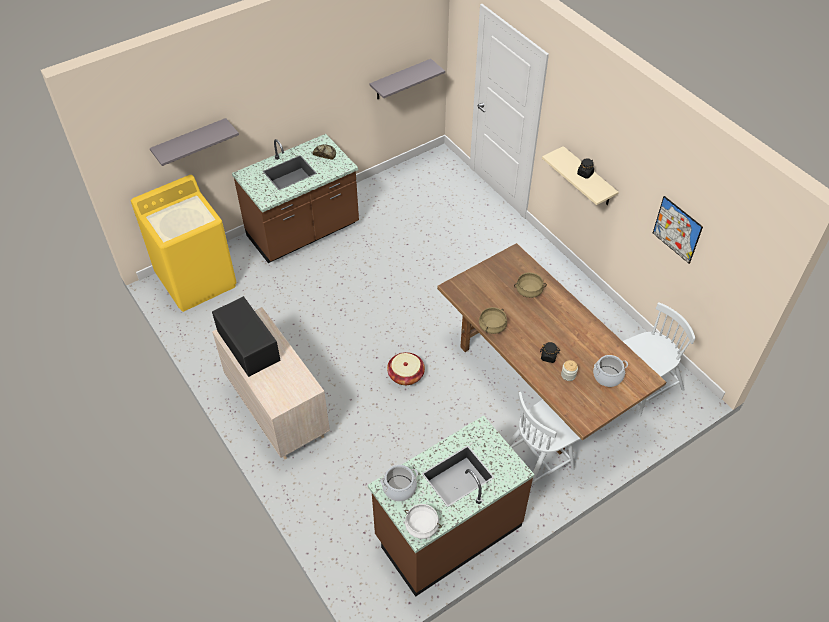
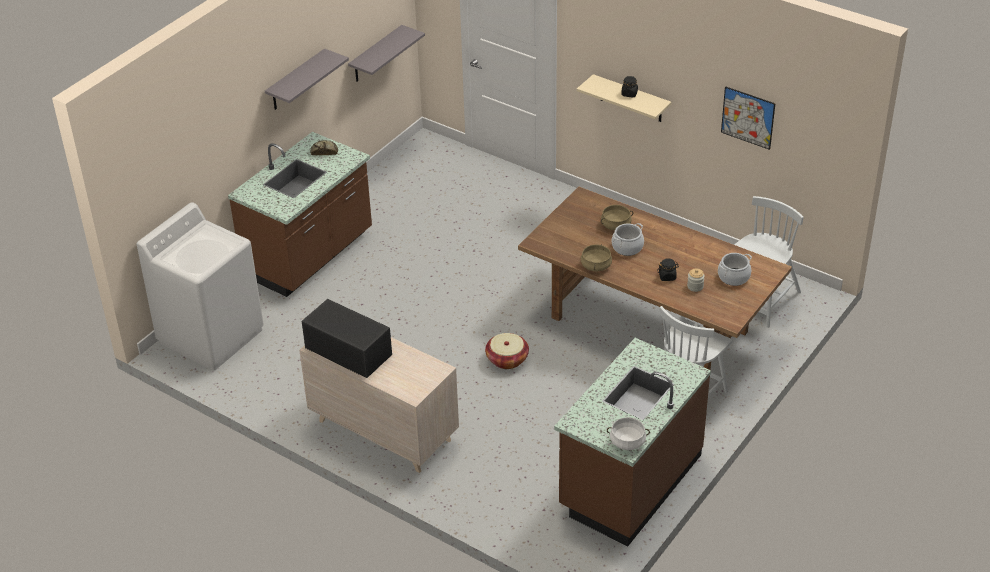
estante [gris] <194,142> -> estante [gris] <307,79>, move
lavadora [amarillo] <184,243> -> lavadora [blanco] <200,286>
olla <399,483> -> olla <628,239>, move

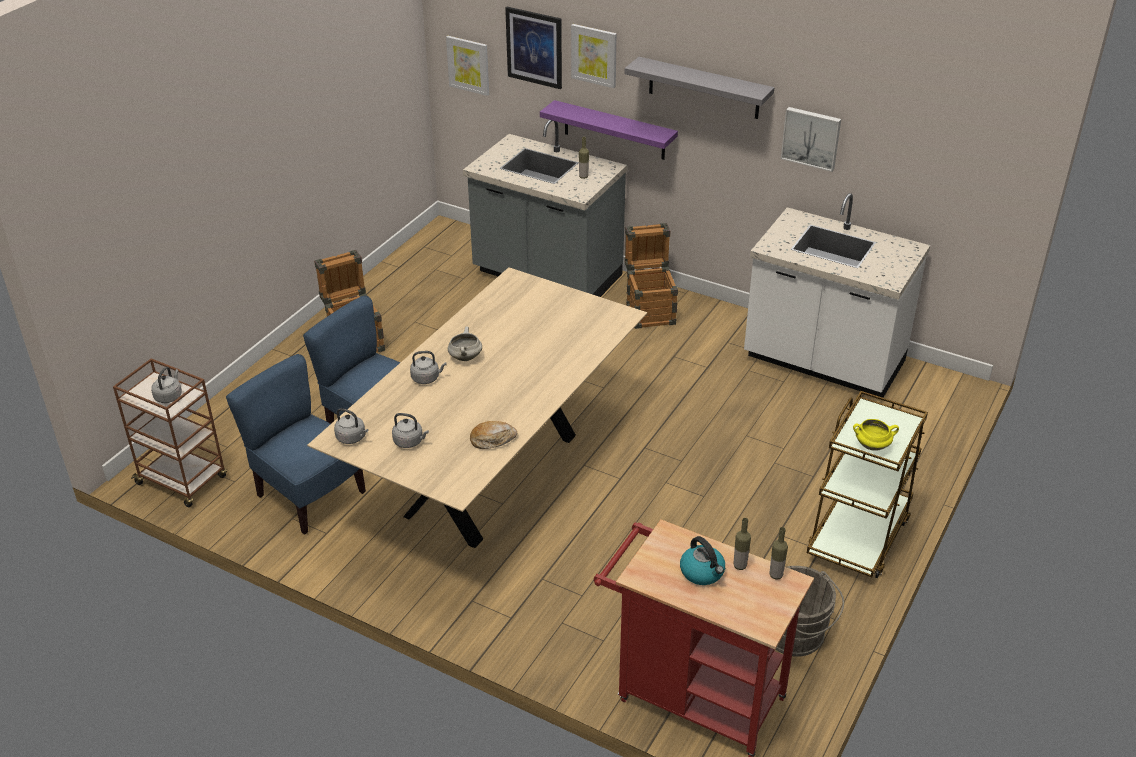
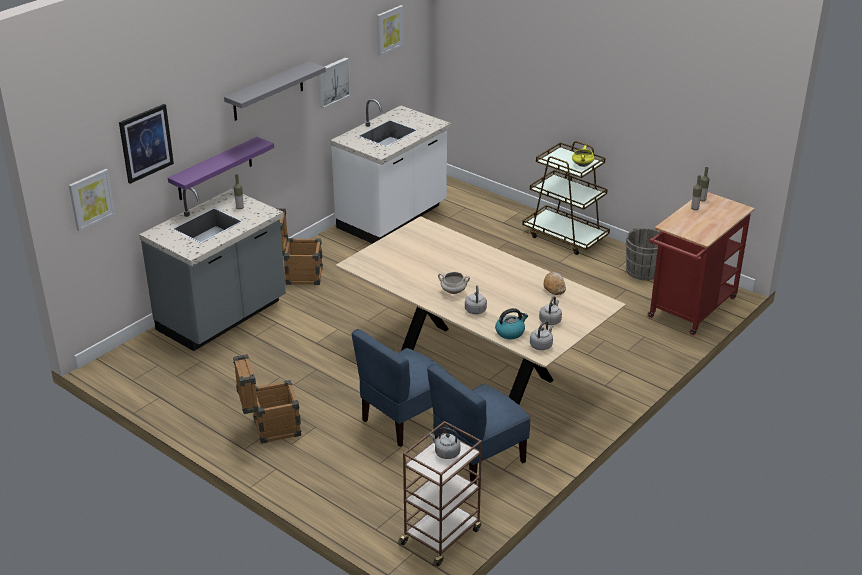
cuadro <594,56> -> cuadro <390,30>, move
hervidor <702,560> -> hervidor <511,323>, move

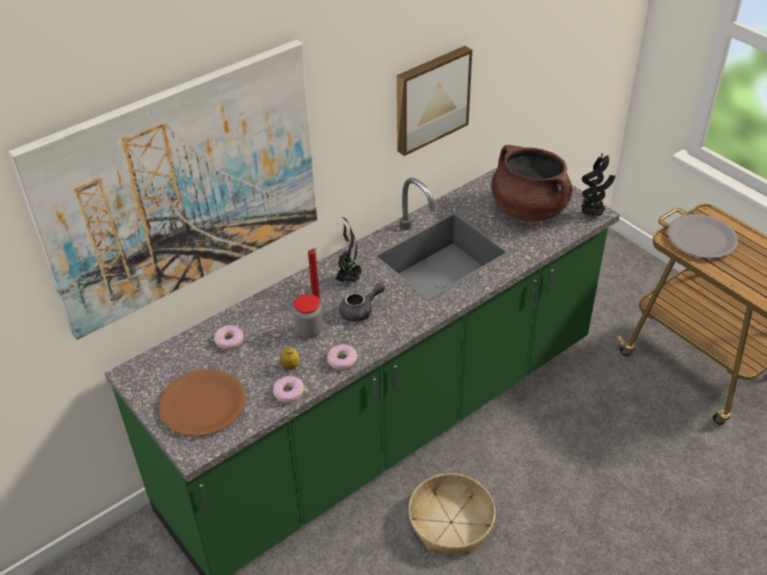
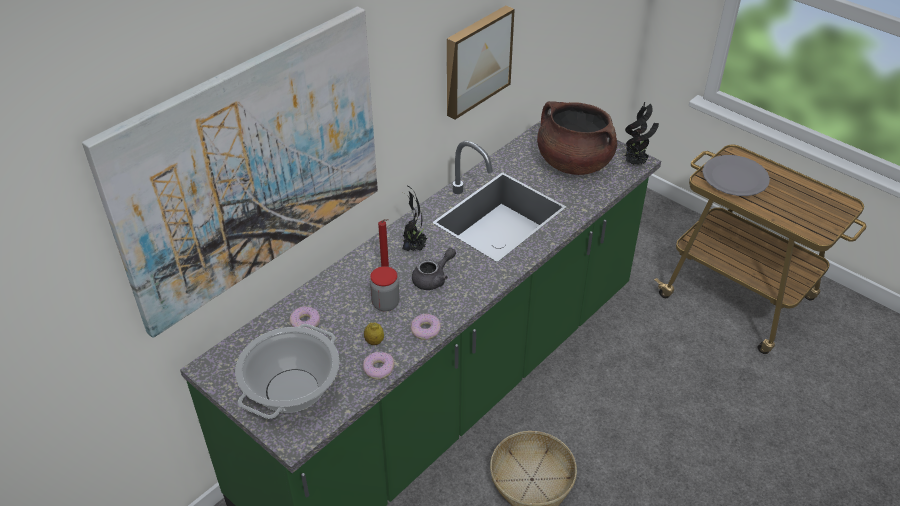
plato [marrón] <202,403> -> olla <287,371>

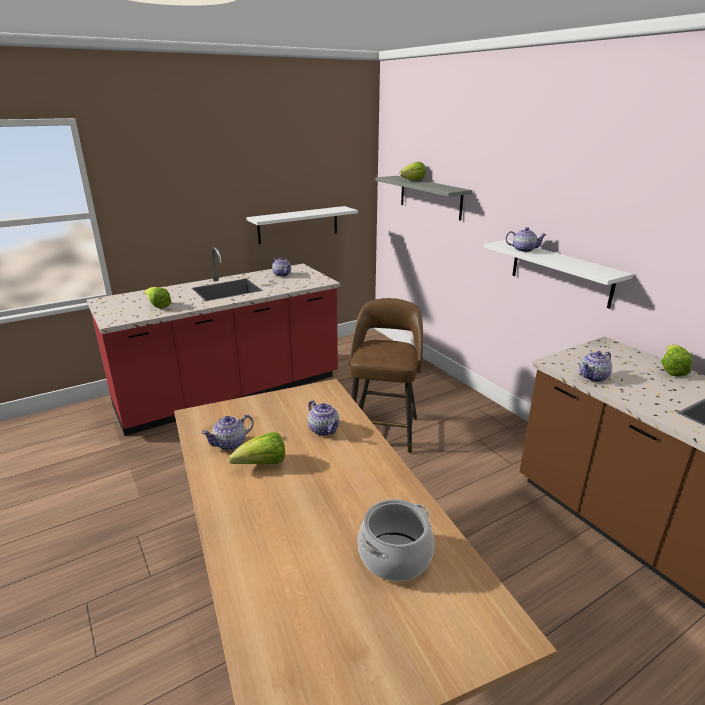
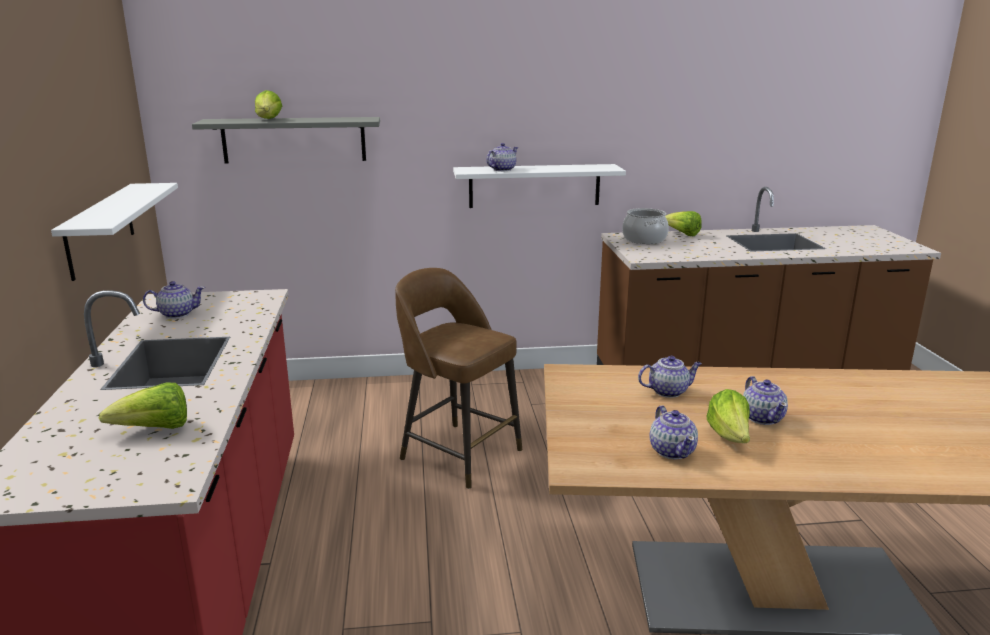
tetera <595,366> -> tetera <765,400>, move
olla <396,540> -> olla <645,226>, move

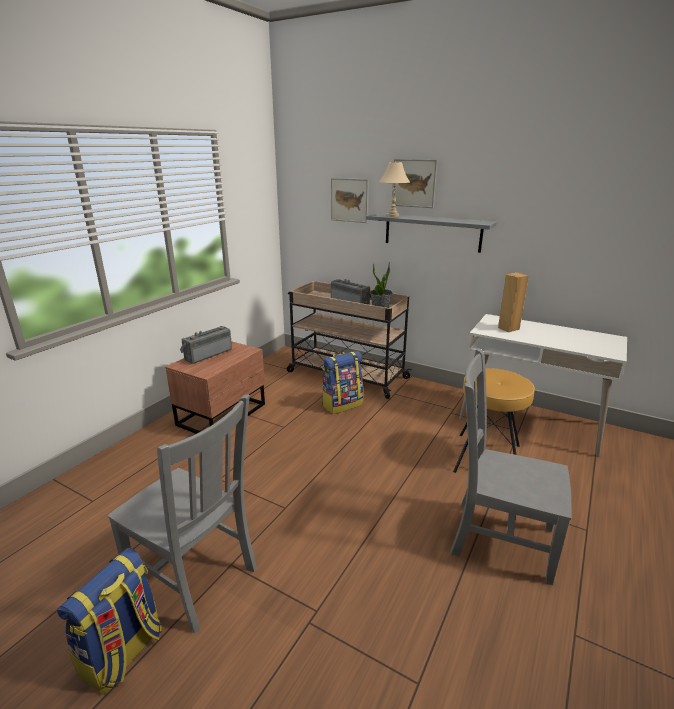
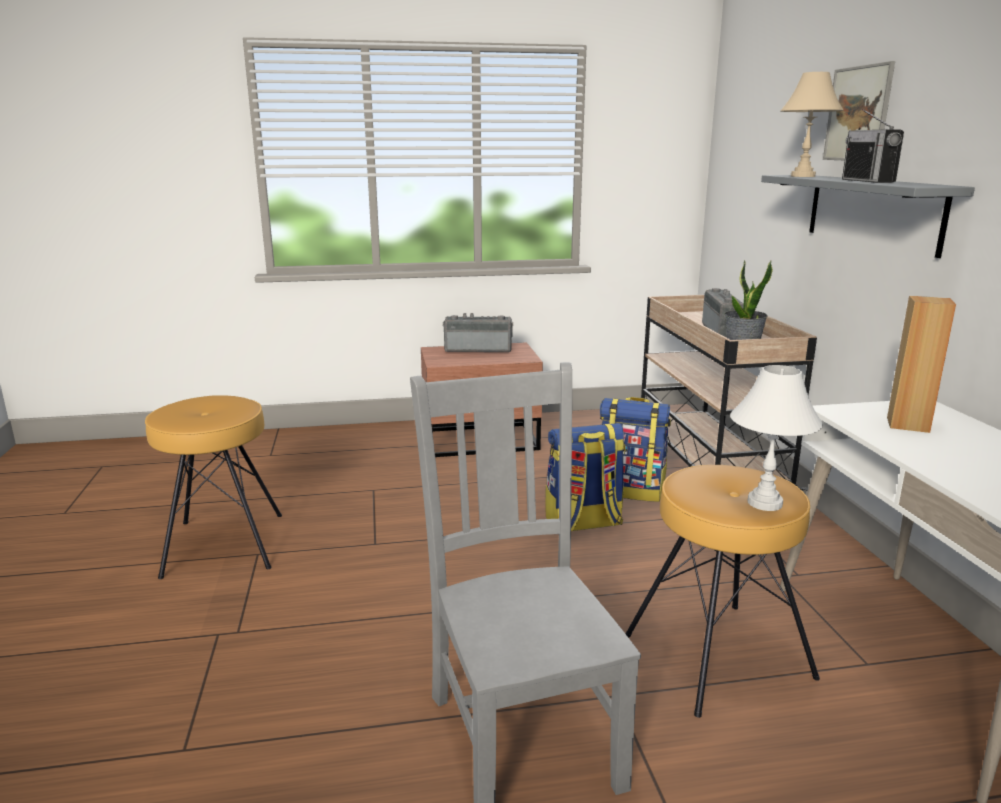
cuadro <350,200> -> none
silla [gris] <182,514> -> taburete [marrón] <213,487>
mochila <109,621> -> mochila <585,477>, move
none -> radio <873,146>
none -> lámpara de mesa [blanco] <776,438>

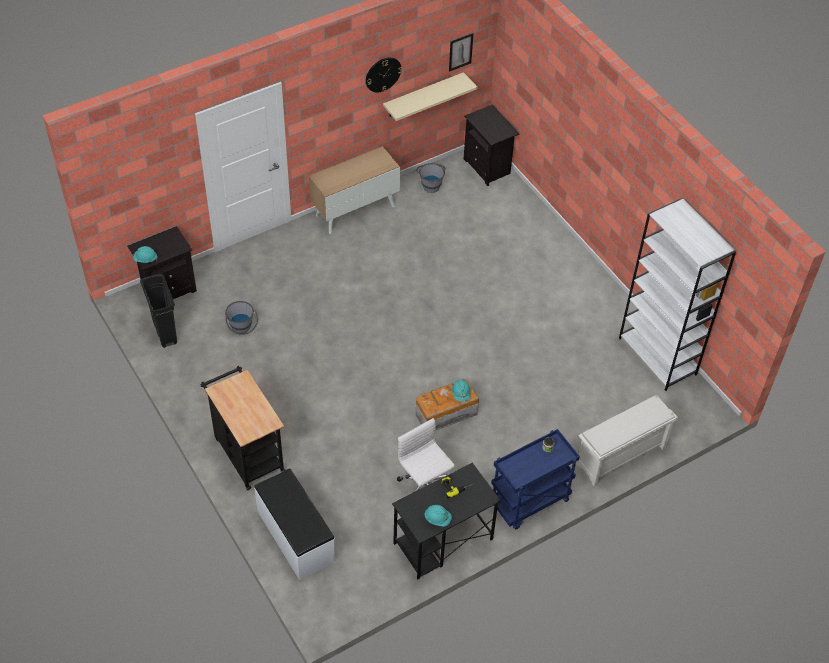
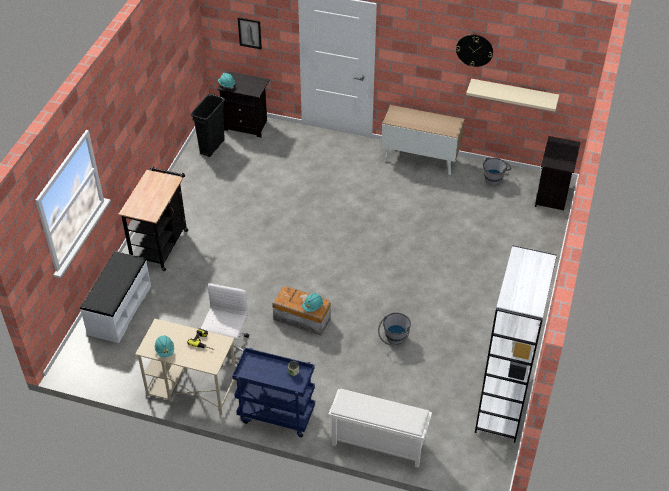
cuadro <461,52> -> cuadro <250,33>, move
cubo [gris] <241,318> -> cubo [gris] <394,329>, move
escritorio [negro] <446,521> -> escritorio [beis] <186,367>

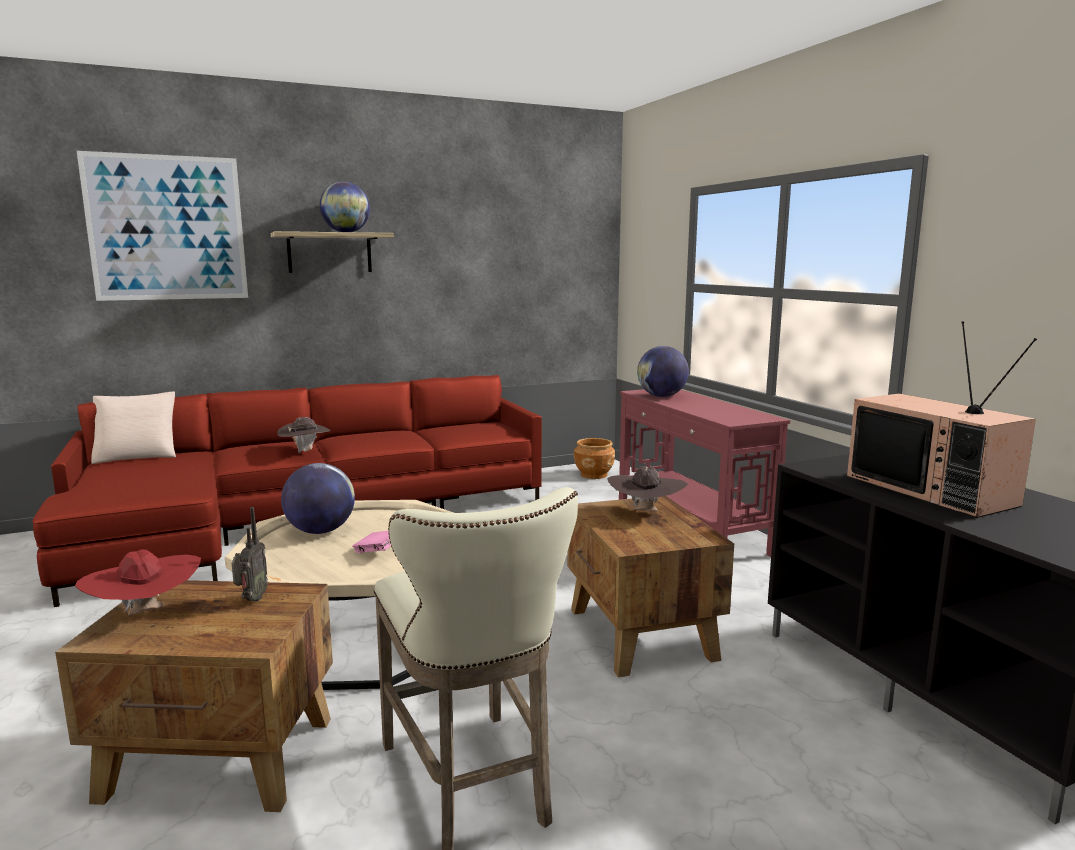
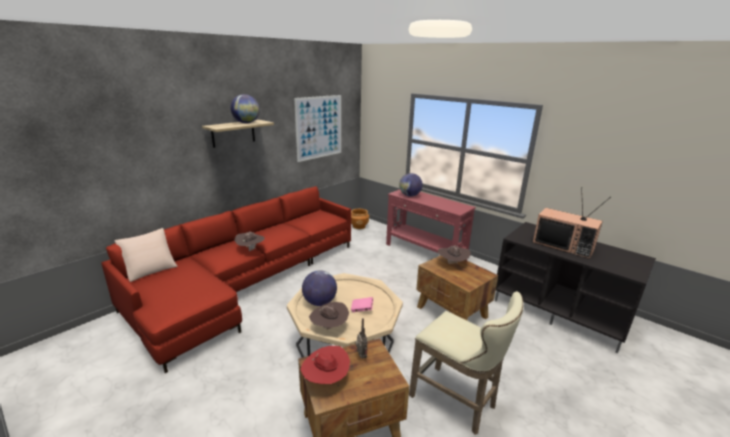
cuadro <162,226> -> cuadro <317,128>, move
none -> sombrero [marrón] <329,316>

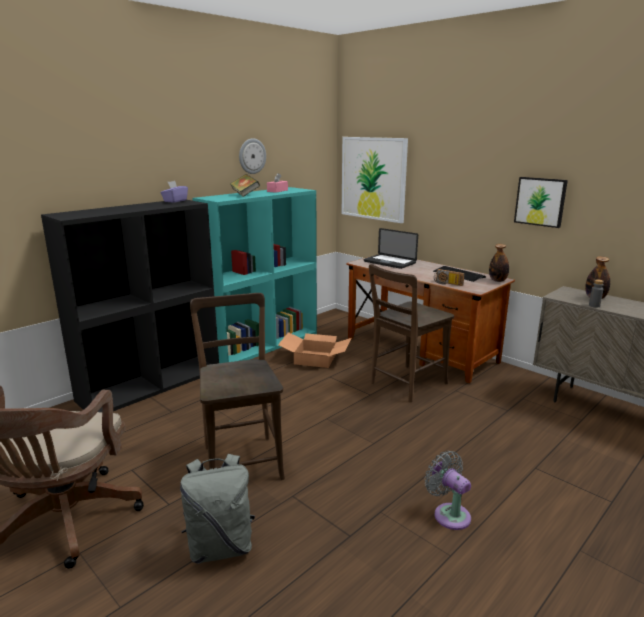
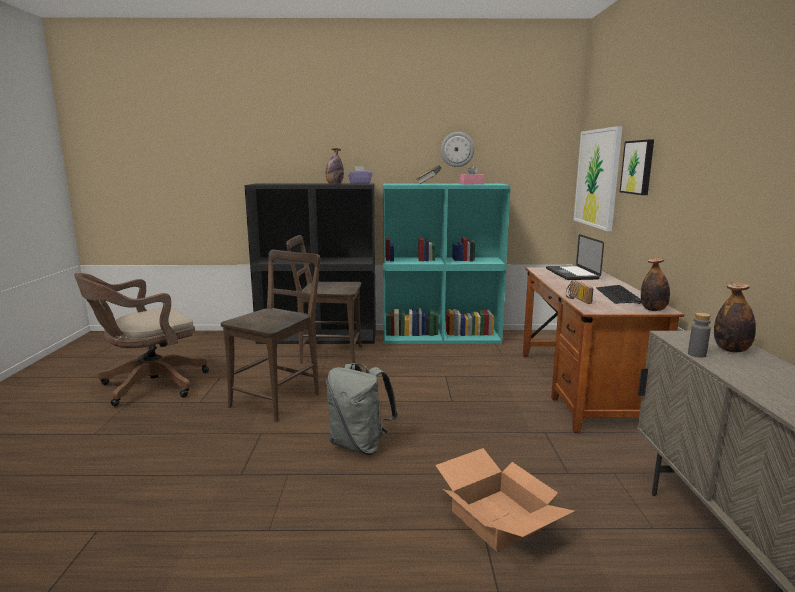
cuadro <541,202> -> cuadro <637,167>, move
silla [marrón] <411,333> -> silla [marrón] <324,299>, move
caja de cartón <314,350> -> caja de cartón <504,499>, move
ventilador [gris] <448,490> -> none
mochila [gris] <217,509> -> mochila [gris] <362,409>, move
none -> botella <335,166>

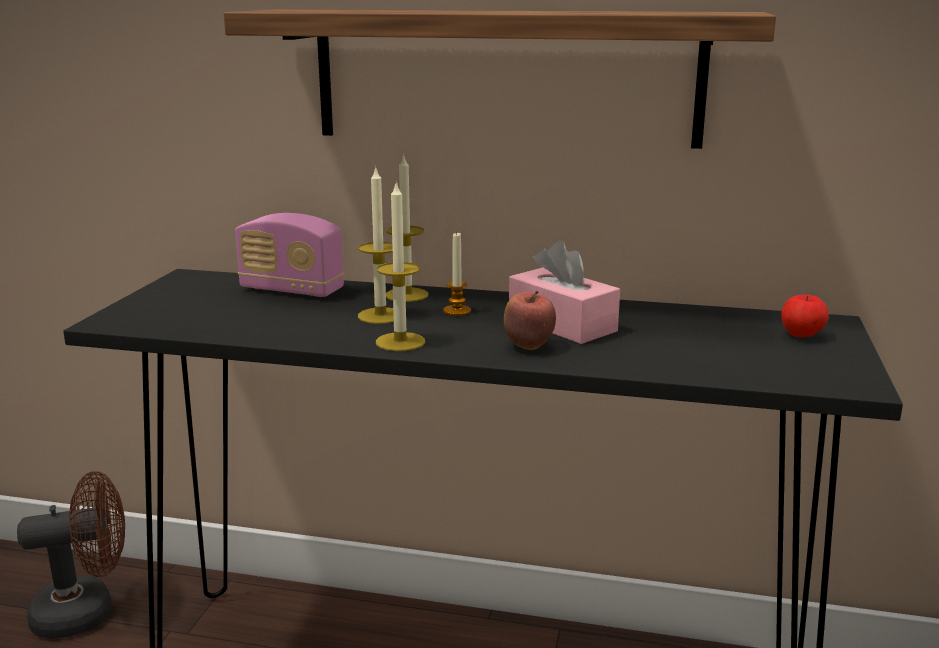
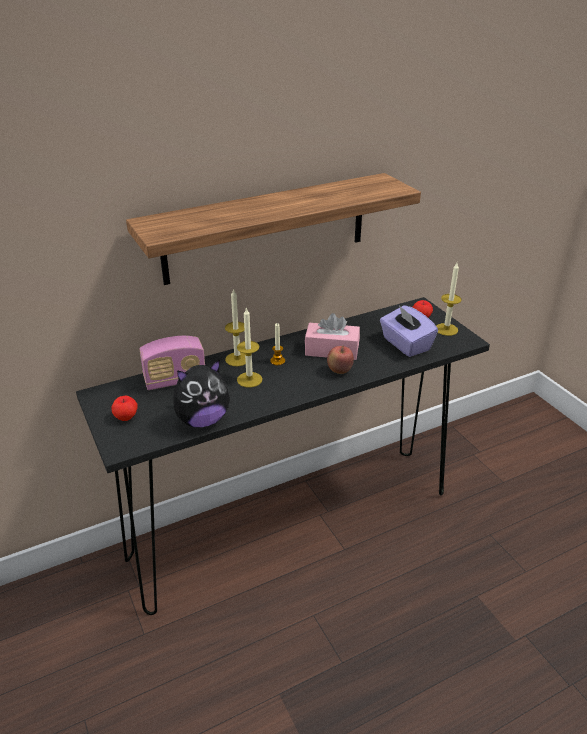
vela <400,266> -> vela <449,299>, move
ventilador [marrón] <71,555> -> none
none -> caja de pañuelos [morado] <409,331>
none -> peluche <201,393>
none -> manzana <124,408>

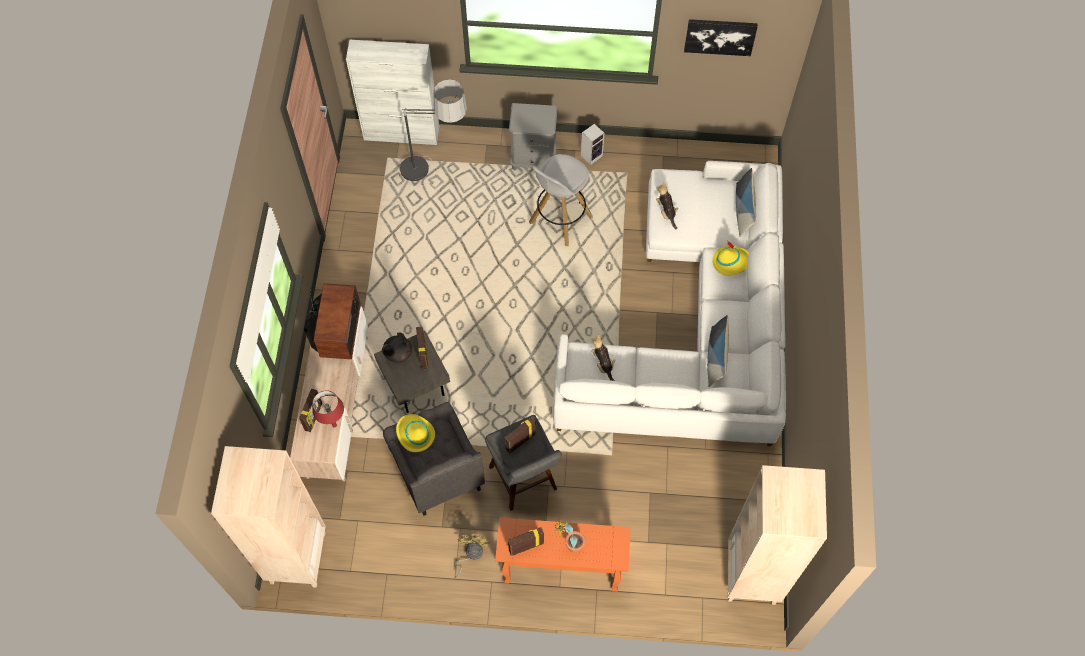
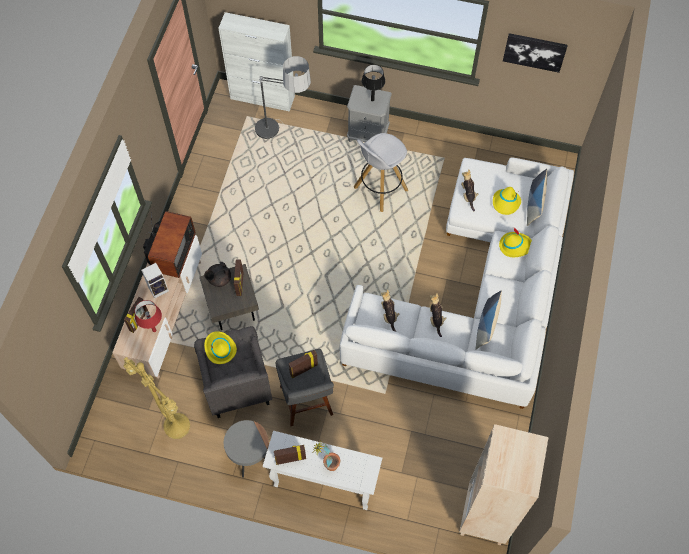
altavoz <592,144> -> altavoz <155,281>, move
estantería [beis] <268,517> -> none
mesa consola [naranja] <563,555> -> mesa consola [blanco] <322,470>
ventilador [amarillo] <472,555> -> mesa auxiliar [gris] <246,449>
none -> lámpara de mesa [negro] <373,83>
none -> sombrero [amarillo] <507,201>
none -> peluche <438,315>
none -> lámpara de pie [amarillo] <156,398>

